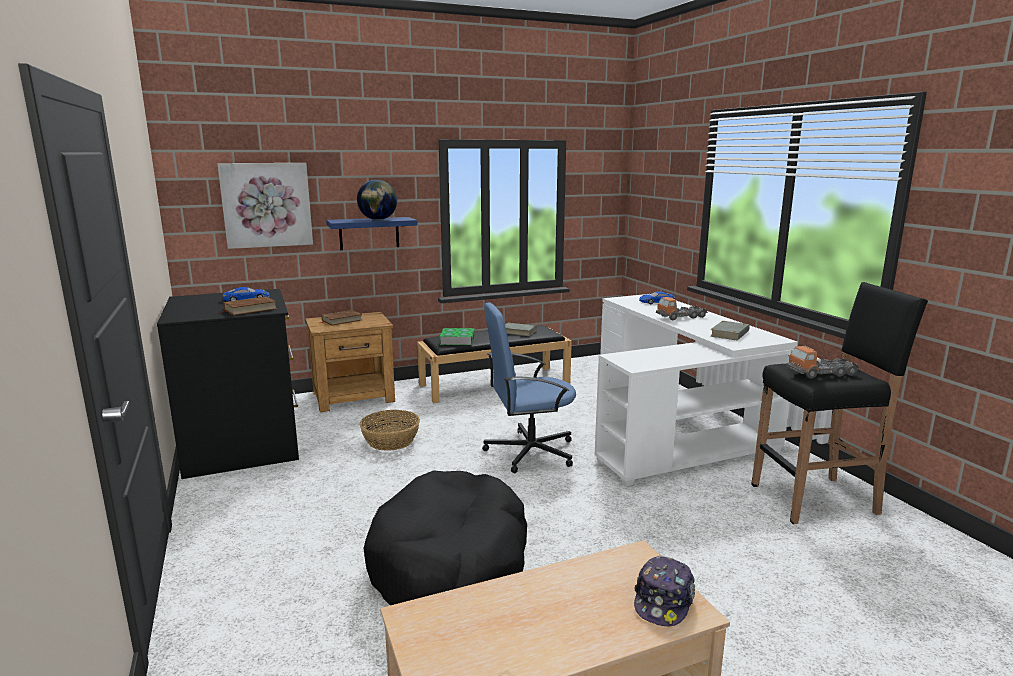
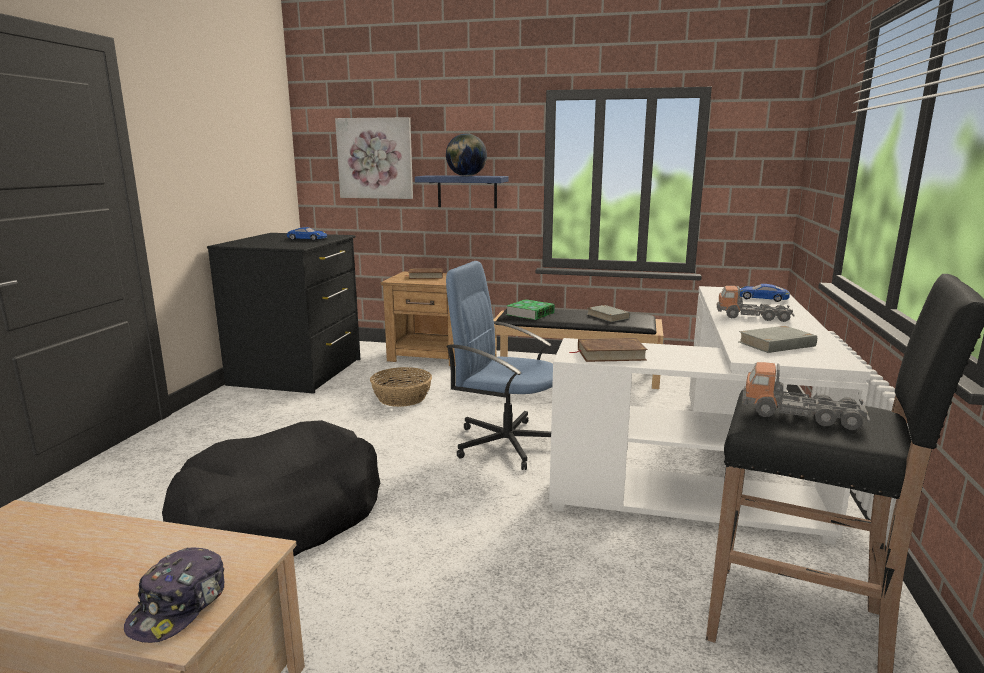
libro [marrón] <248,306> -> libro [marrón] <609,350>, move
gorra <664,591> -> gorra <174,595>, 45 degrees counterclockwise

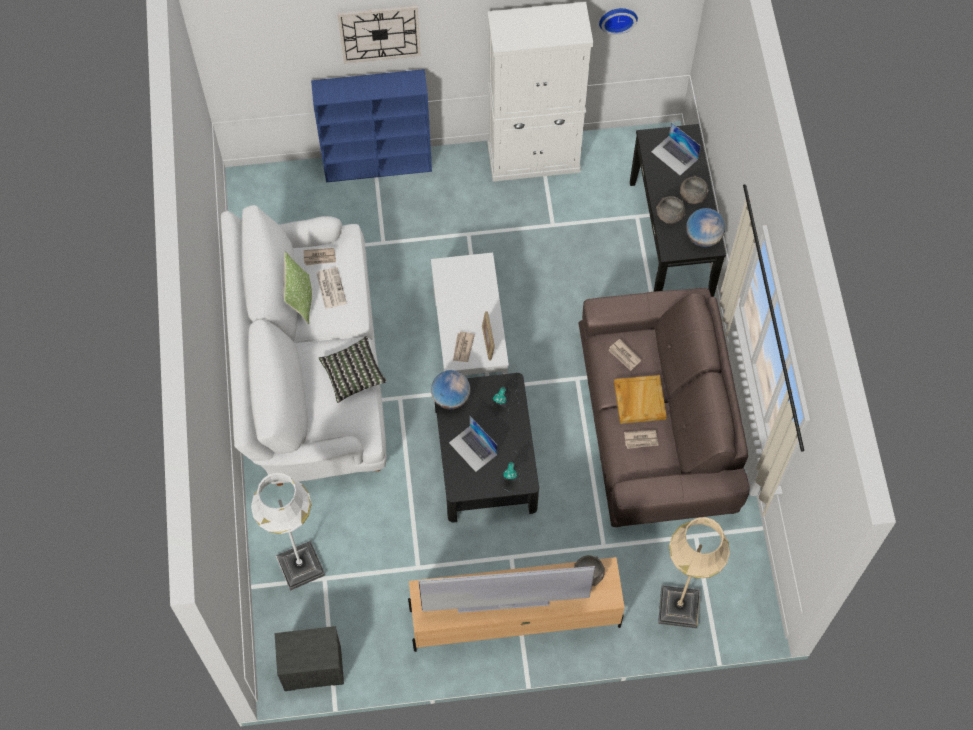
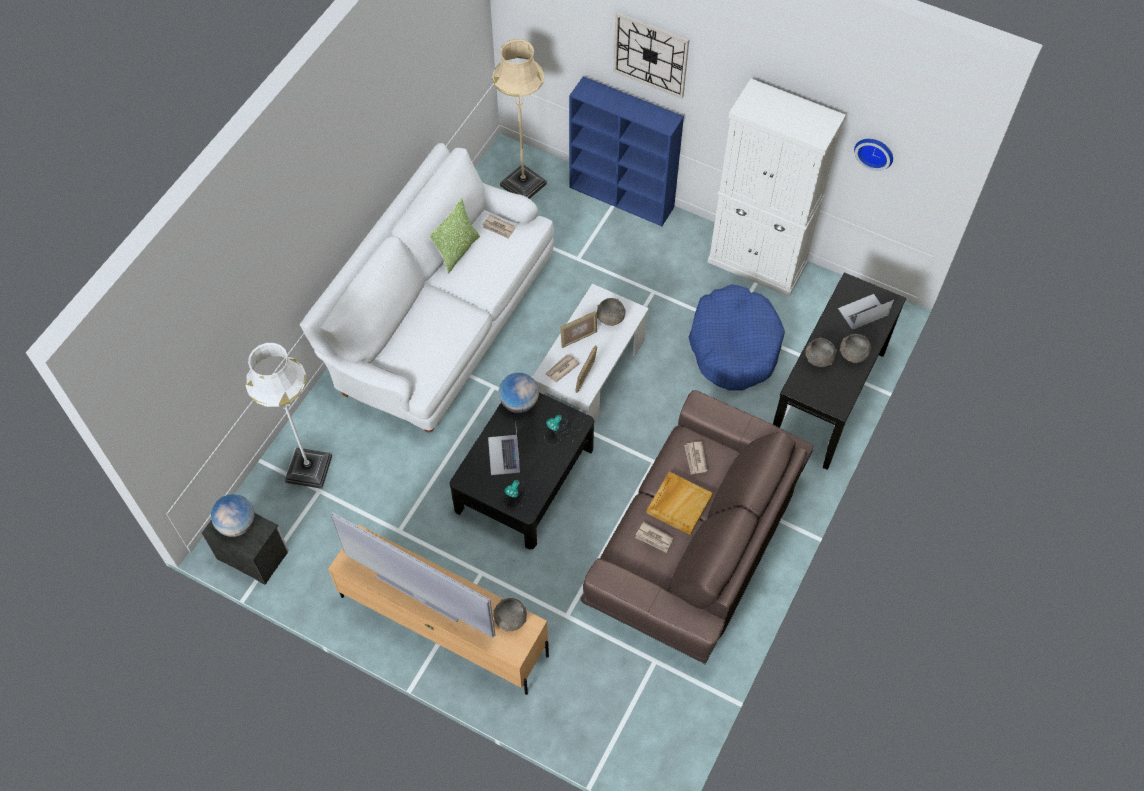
portátil <676,148> -> portátil <866,312>, 75 degrees clockwise
globo terráqueo <705,227> -> globo terráqueo <233,515>, move
periódico <331,288> -> none
cojín <352,369> -> none
lámpara de pie [beis] <694,572> -> lámpara de pie [beis] <519,119>, move
none -> cama para perro [azul] <737,337>
none -> cuenco [gris] <611,312>
none -> portarretratos <578,329>

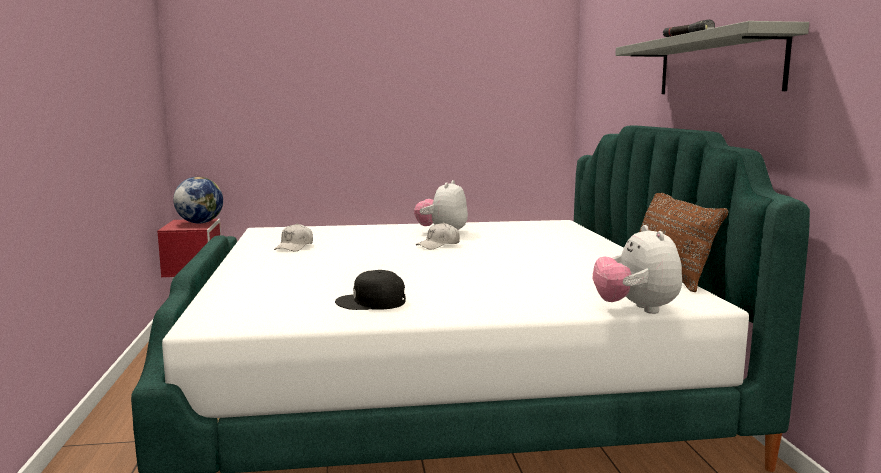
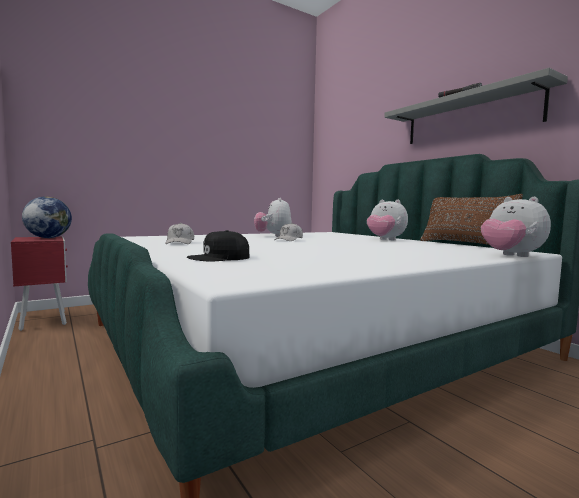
gorra [negro] <370,290> -> gorra [negro] <218,245>, move
none -> peluche <387,220>

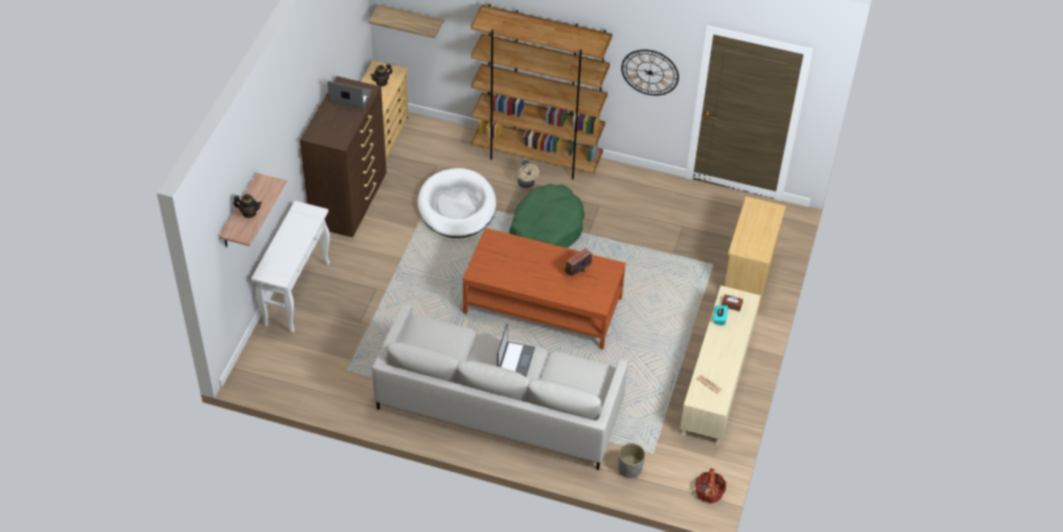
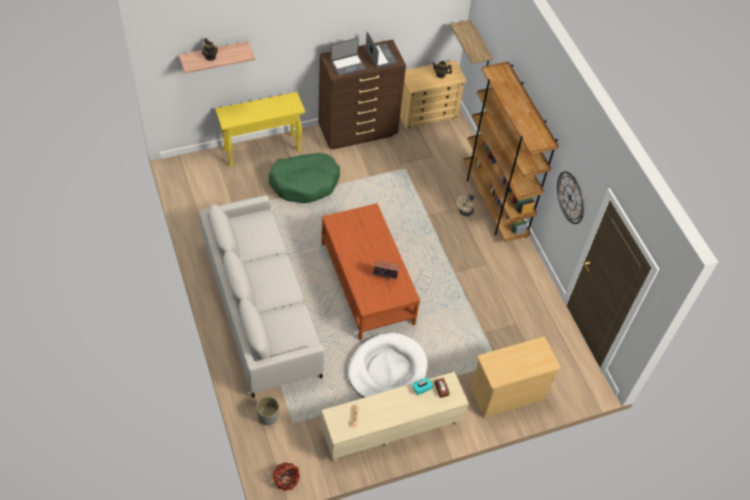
cama para perro [blanco] <457,203> -> cama para perro [blanco] <388,365>, move
cama para perro [verde] <547,216> -> cama para perro [verde] <304,178>, move
mesa consola [blanco] <290,267> -> mesa consola [amarillo] <260,129>
portátil <516,350> -> portátil <348,57>, move

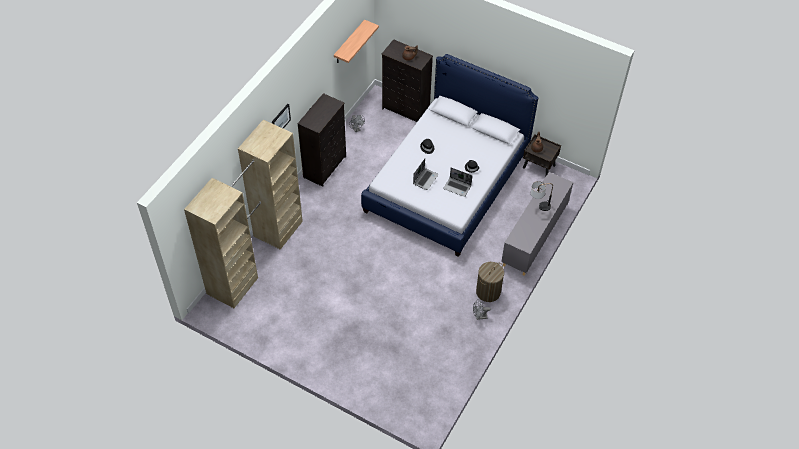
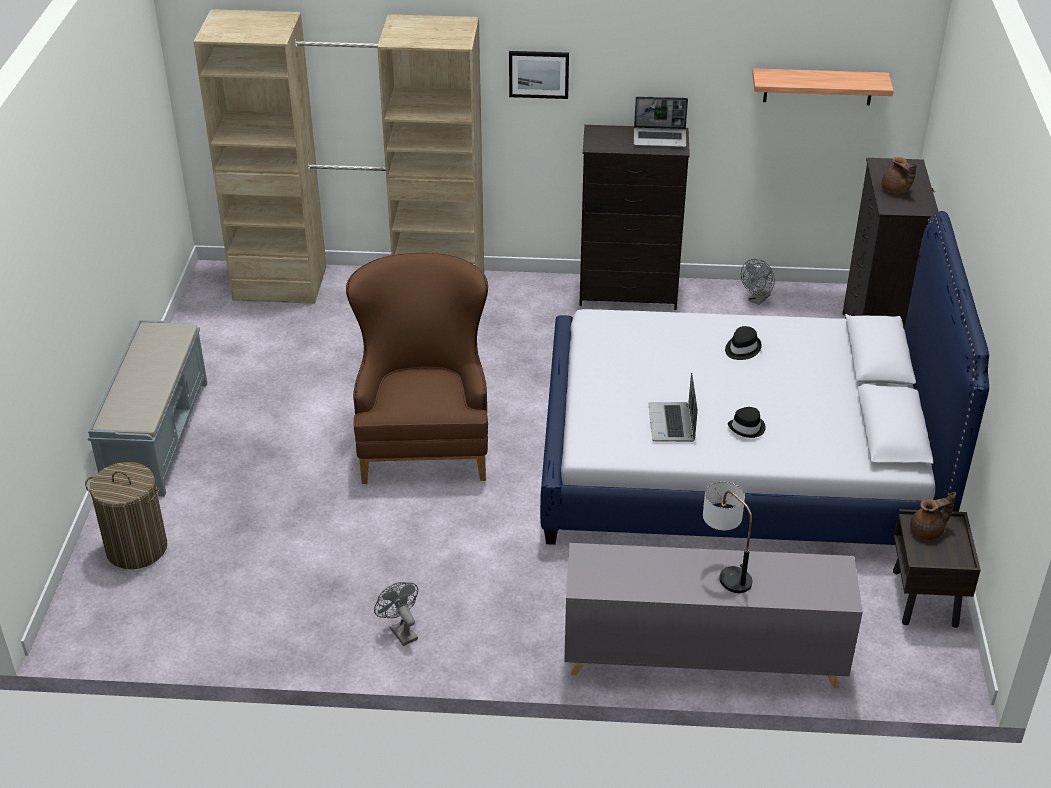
portátil <426,174> -> portátil <661,121>, move
cesto de la ropa <490,282> -> cesto de la ropa <126,515>, move
none -> sillón [marrón] <417,368>
none -> banco [gris] <147,408>

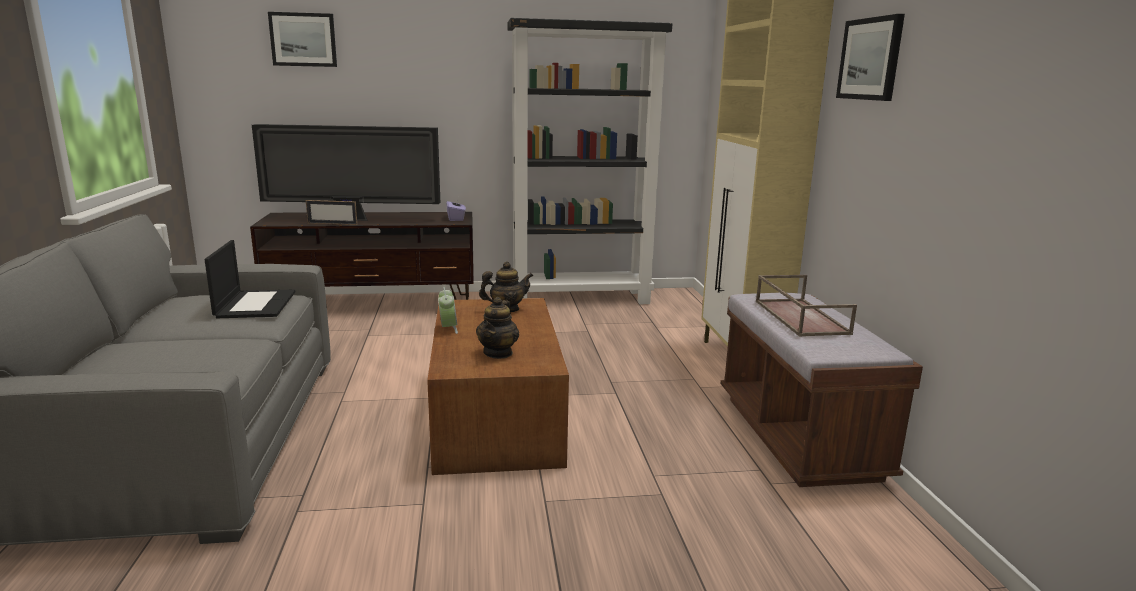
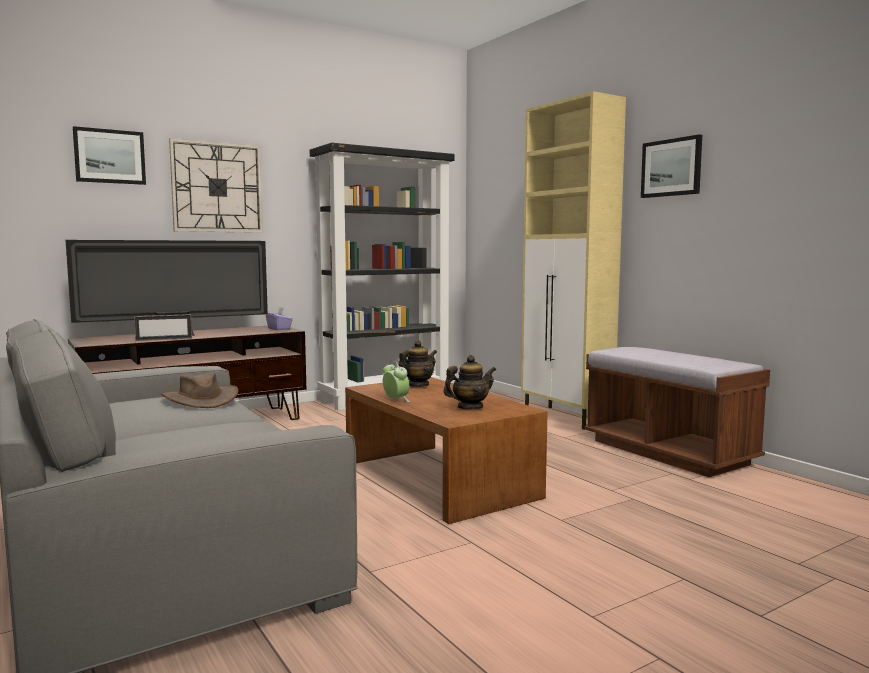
portátil <249,279> -> sombrero [marrón] <199,390>
bandeja [marrón] <806,305> -> none
tetera <497,328> -> tetera <470,382>, 105 degrees counterclockwise
none -> reloj de pared <216,185>

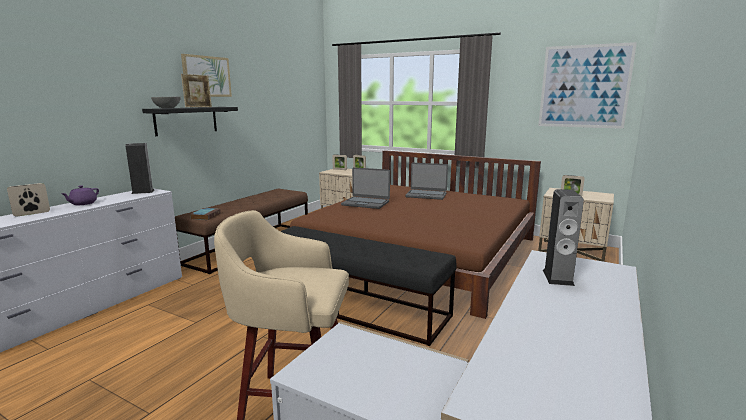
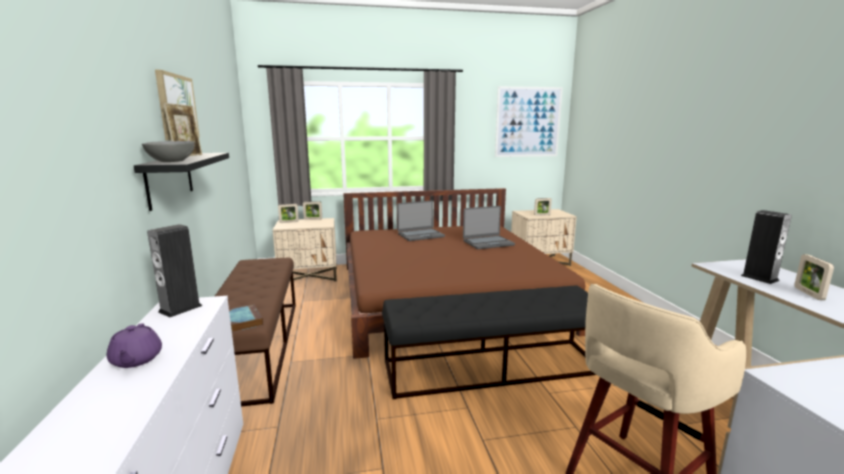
portátil <365,188> -> portátil <489,227>, move
portarretratos <28,200> -> portarretratos <814,277>, move

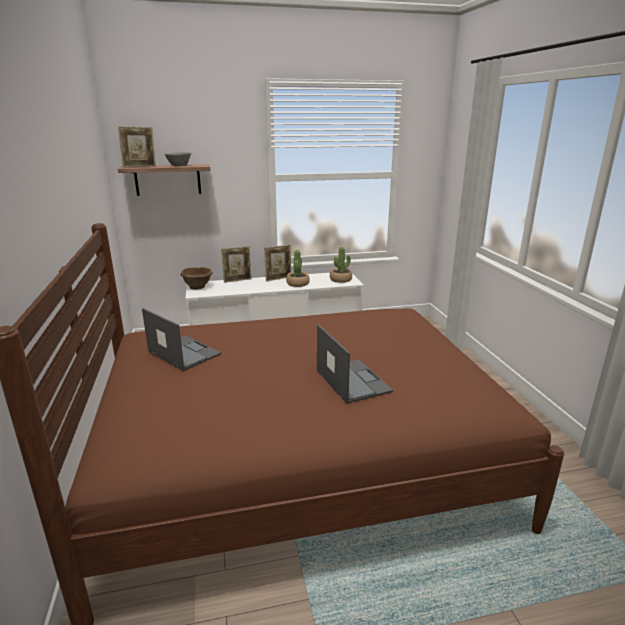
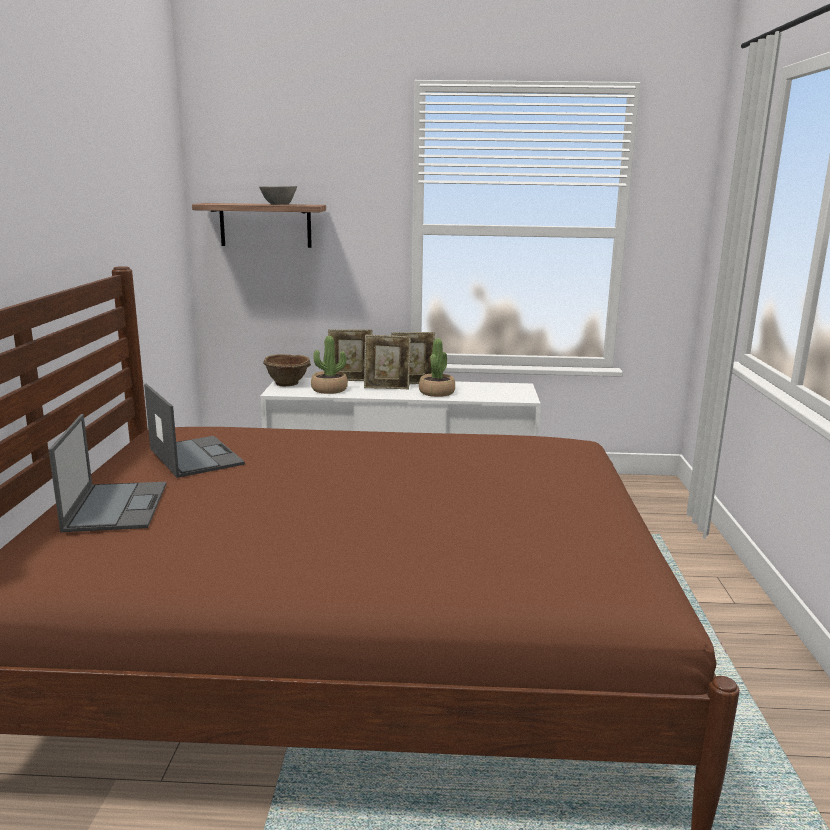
portarretratos <137,147> -> portarretratos <387,361>, move
planta en maceta <341,264> -> planta en maceta <329,365>, move
portátil <355,364> -> portátil <107,473>, move

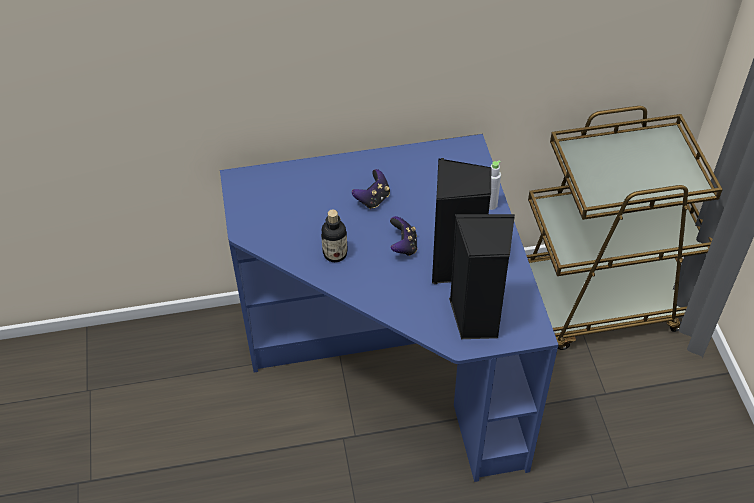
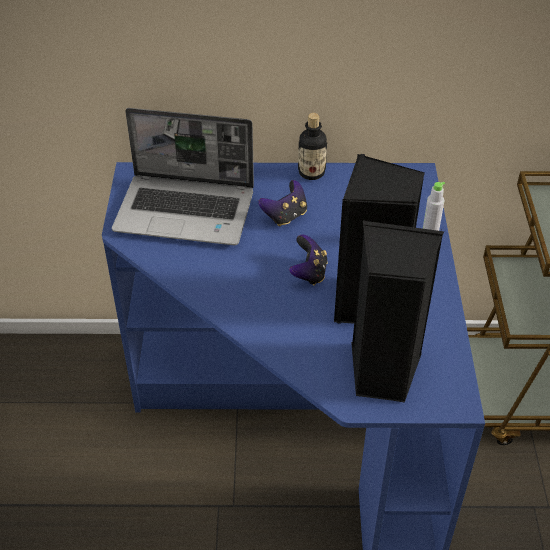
botella <334,236> -> botella <312,146>, move
none -> portátil <183,176>

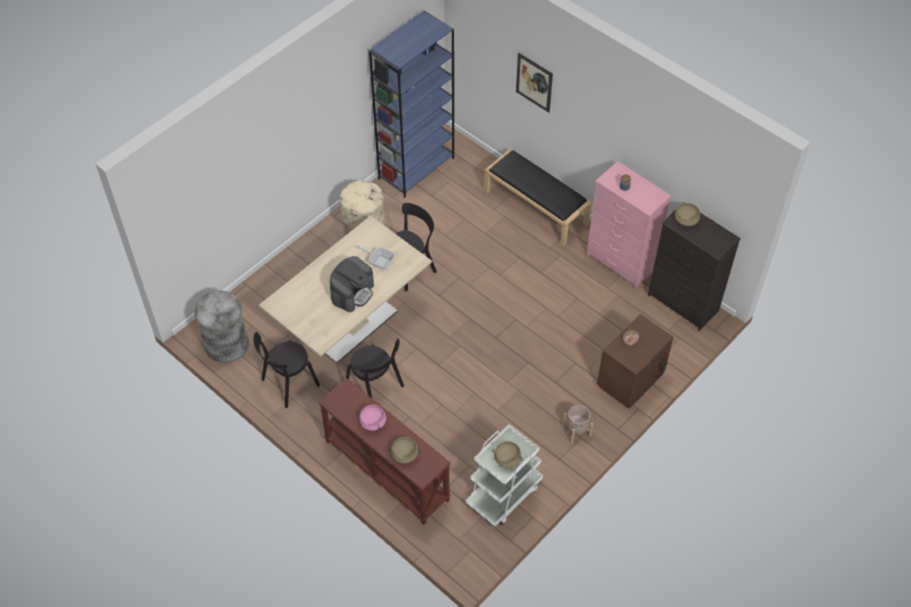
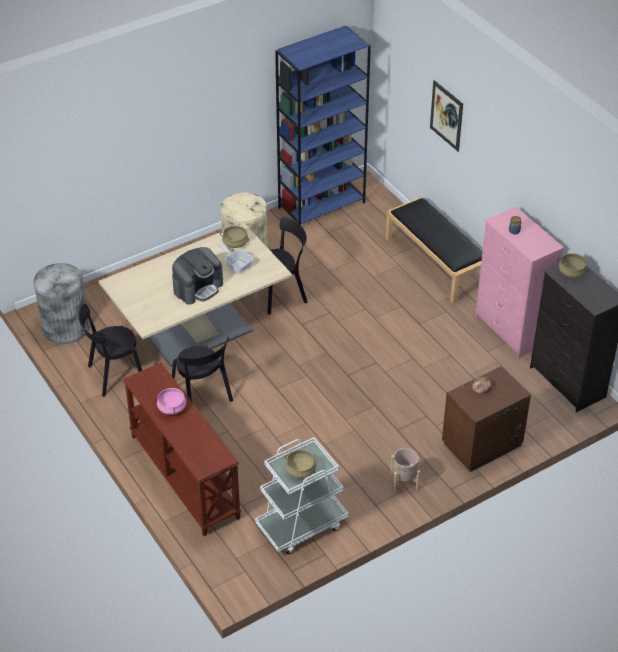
olla [beis] <404,450> -> olla [beis] <234,237>, move

